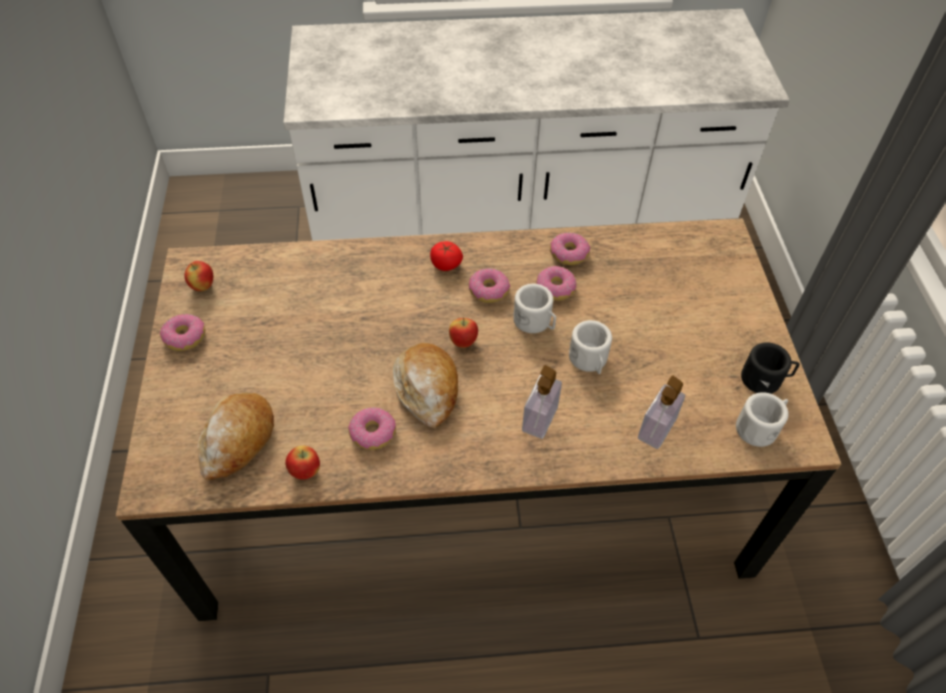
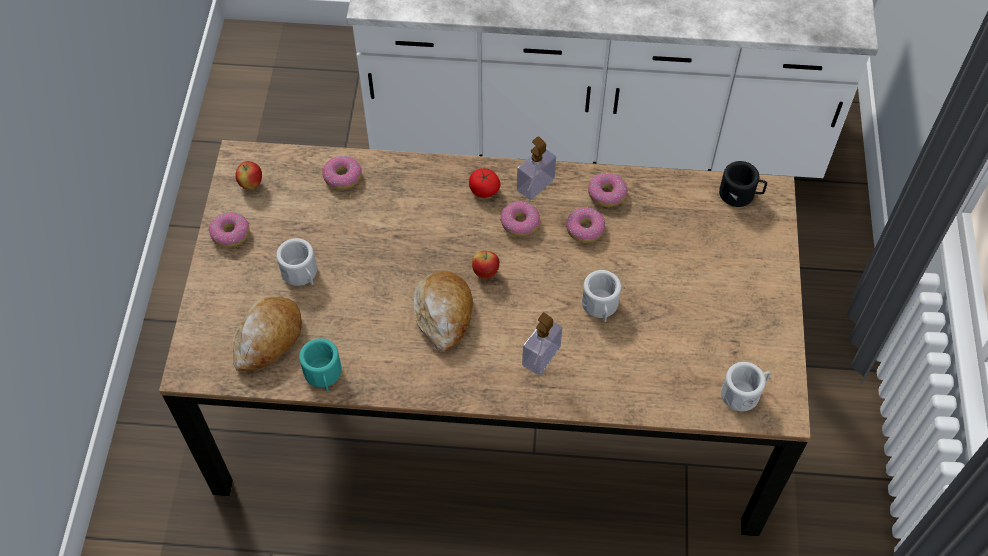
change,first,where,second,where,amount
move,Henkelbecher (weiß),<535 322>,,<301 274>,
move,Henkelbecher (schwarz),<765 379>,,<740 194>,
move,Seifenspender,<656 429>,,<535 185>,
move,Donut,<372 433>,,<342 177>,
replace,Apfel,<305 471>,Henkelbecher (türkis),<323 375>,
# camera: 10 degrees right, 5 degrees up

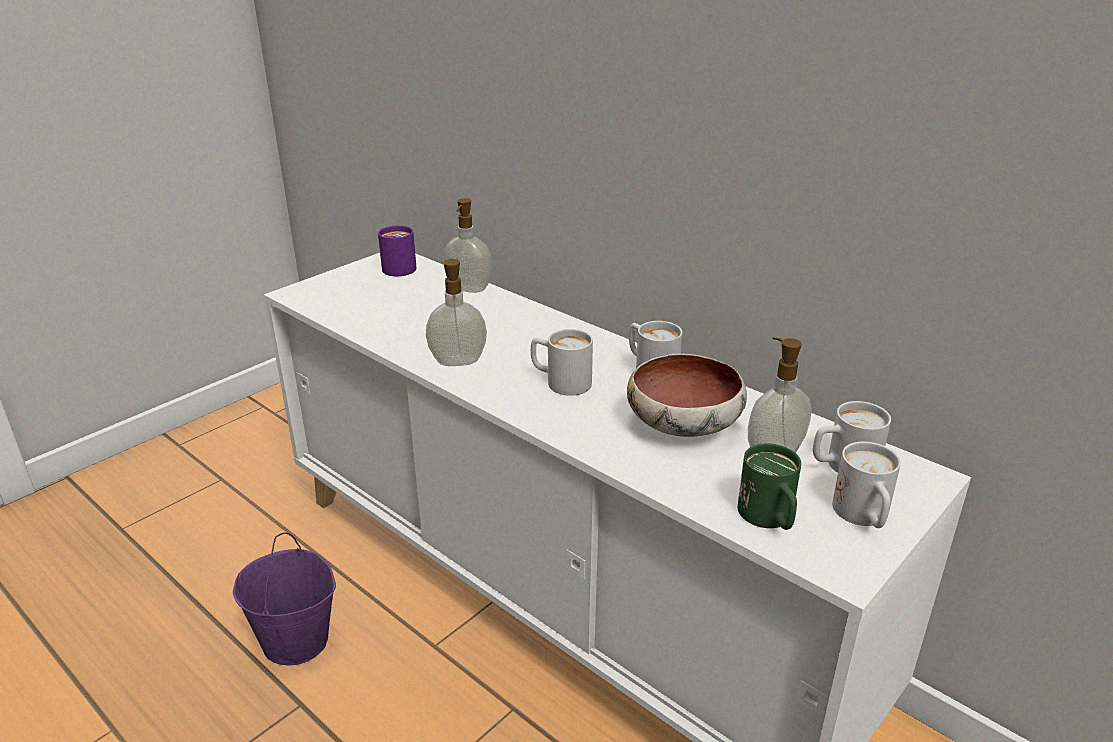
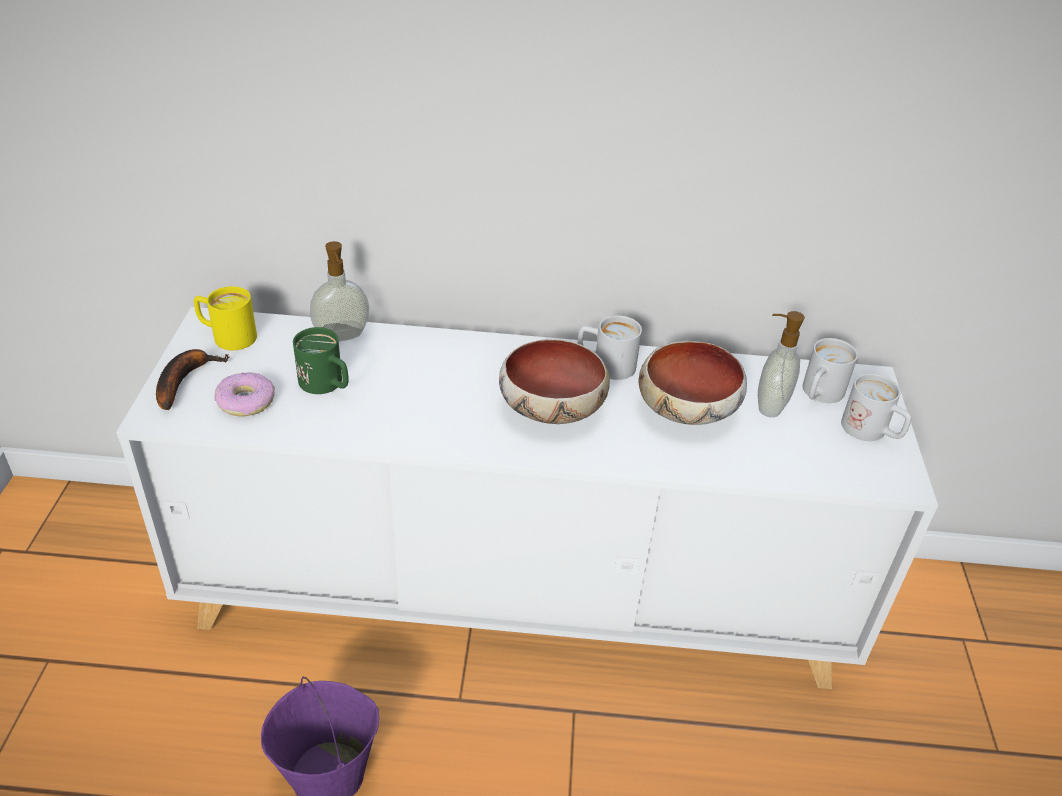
change,first,where,second,where,amount
recolor,Henkelbecher (lila),<395 267>,Henkelbecher (gelb),<227 336>,
delete,Seifenspender,<458 361>,,,
replace,Henkelbecher (weiß),<560 382>,Schüssel,<550 408>,
move,Henkelbecher (grün),<770 519>,,<327 385>,
insert,,,Banane,<184 380>,
insert,,,Donut,<246 402>,
# camera: 40 degrees left, 10 degrees up

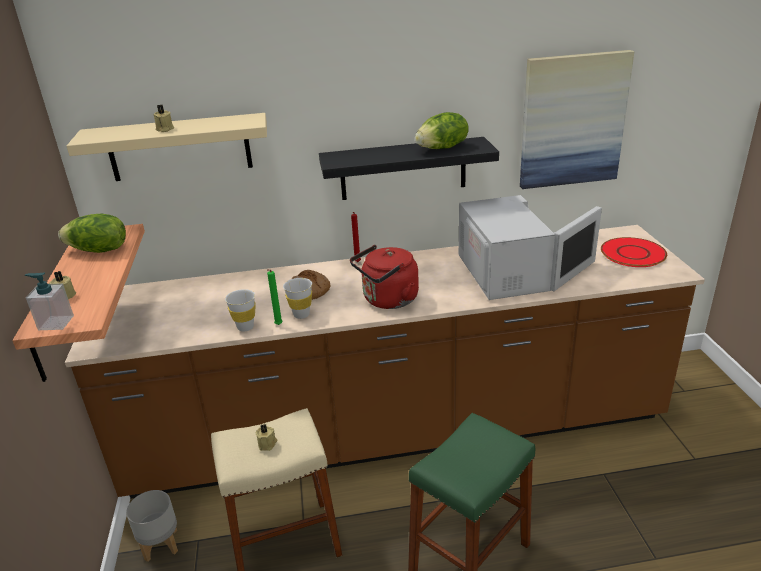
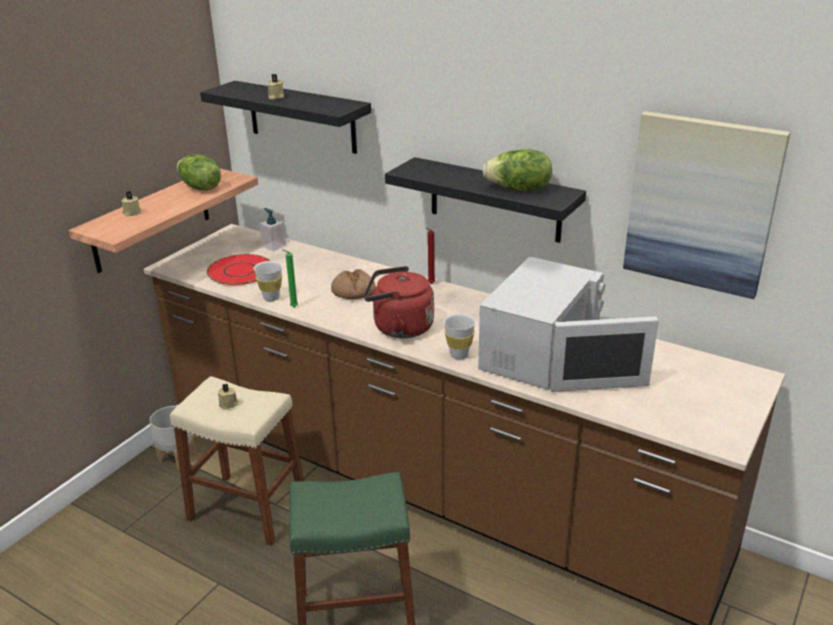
change,first,where,second,where,amount
recolor,Wandregal (beige),<179 147>,Wandregal (schwarz),<301 117>,
move,Teller (rot),<632 253>,,<240 271>,
move,Seifenspender,<56 323>,,<274 246>,
move,Tasse (weiß),<301 315>,,<459 355>,
# camera: 40 degrees right, 0 degrees up

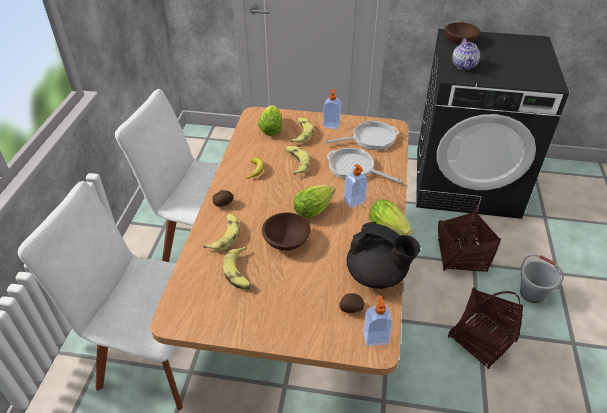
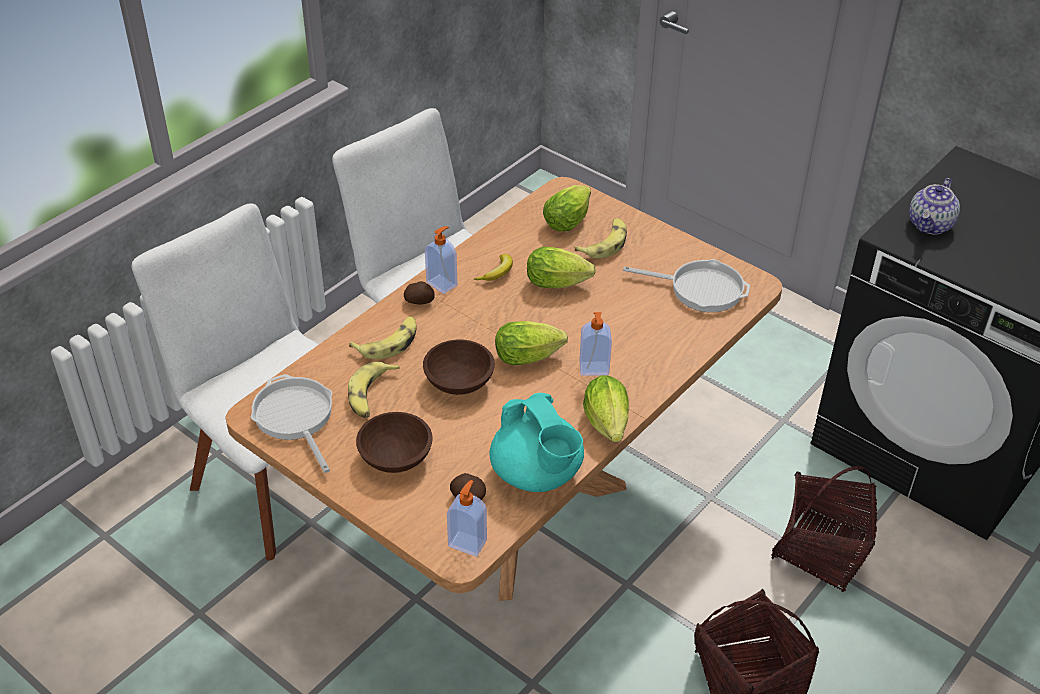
change,first,where,second,where,amount
move,Schüssel (braun),<460 41>,,<395 458>,
move,Seifenspender,<331 125>,,<442 283>,
replace,Banane,<296 163>,Salatkopf,<560 283>,
move,Pfanne,<354 168>,,<295 417>,
recolor,Teekanne (schwarz),<377 275>,Teekanne (türkis),<537 474>,
delete,Eimer (grau),<532 293>,,,
# camera: 30 degrees right, 0 degrees up

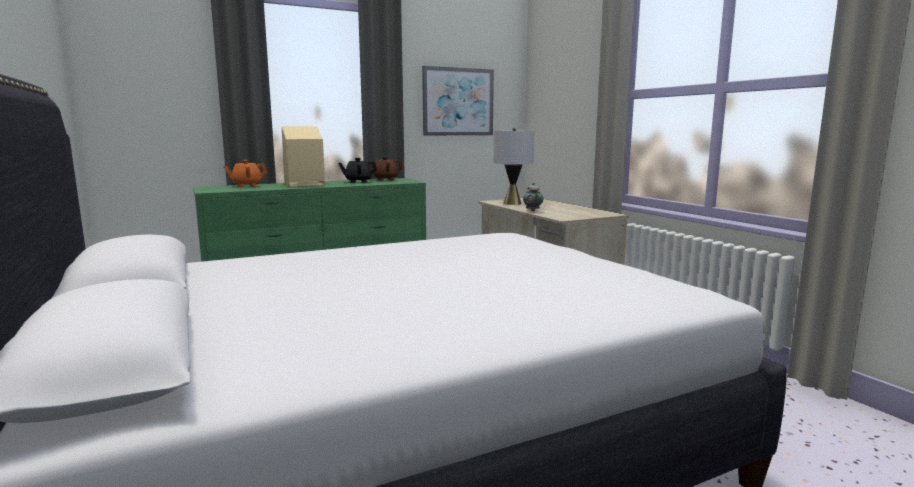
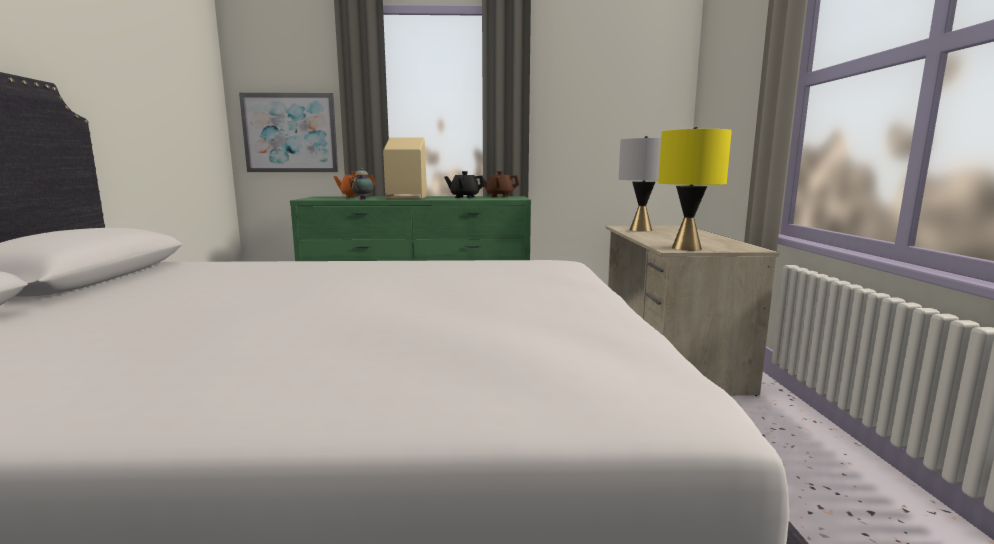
change,first,where,second,where,amount
move,Bild,<458 102>,,<290 133>,
move,Teekanne,<532 211>,,<363 199>,
insert,,,Tischlampe (gelb),<686 248>,
# camera: 25 degrees right, 0 degrees up

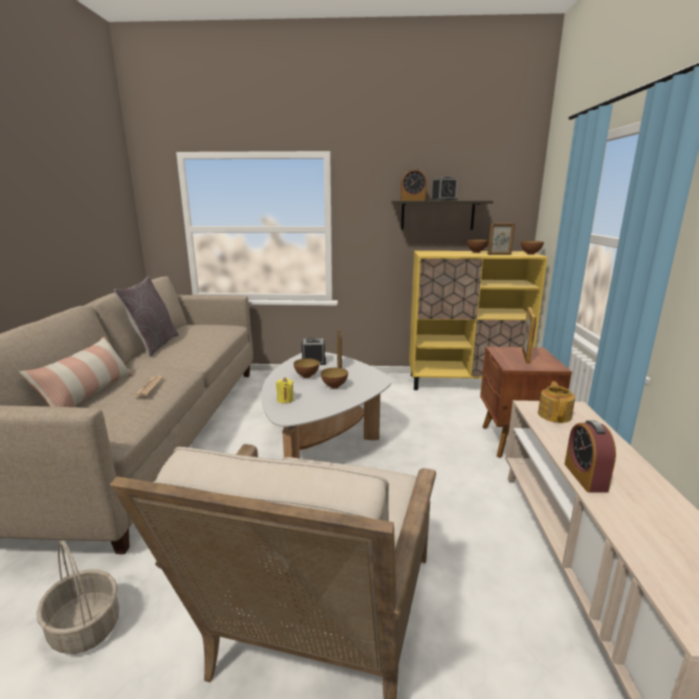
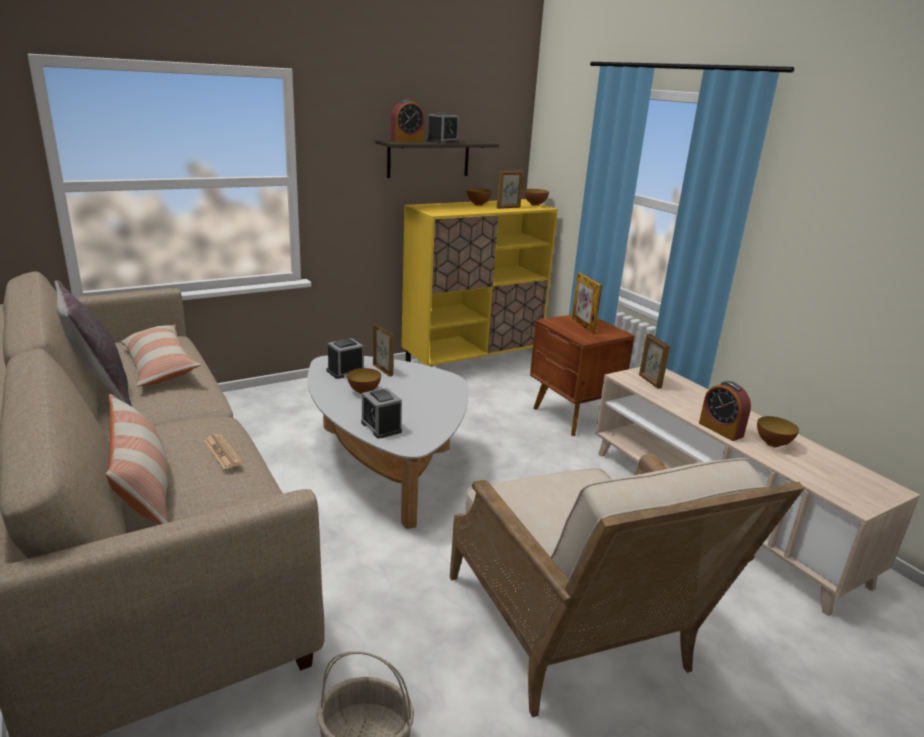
change,first,where,second,where,amount
move,Schüssel,<334 386>,,<772 444>,
replace,Kerze (gelb),<285 400>,Wecker,<381 427>,
replace,Teekanne,<554 415>,Bilderrahmen,<649 381>,
insert,,,Kissen,<160 366>,
# camera: 35 degrees left, 5 degrees up

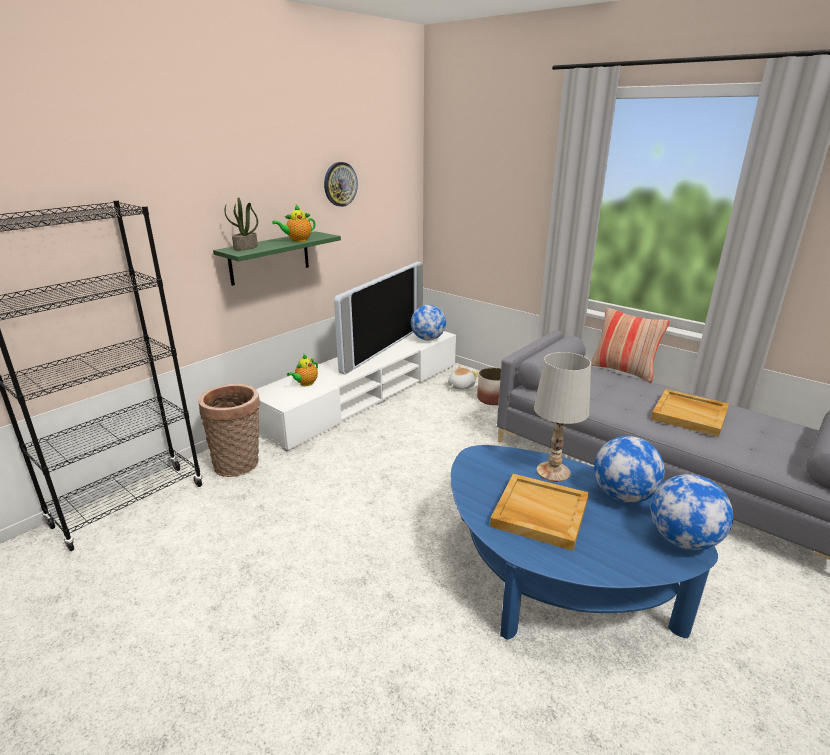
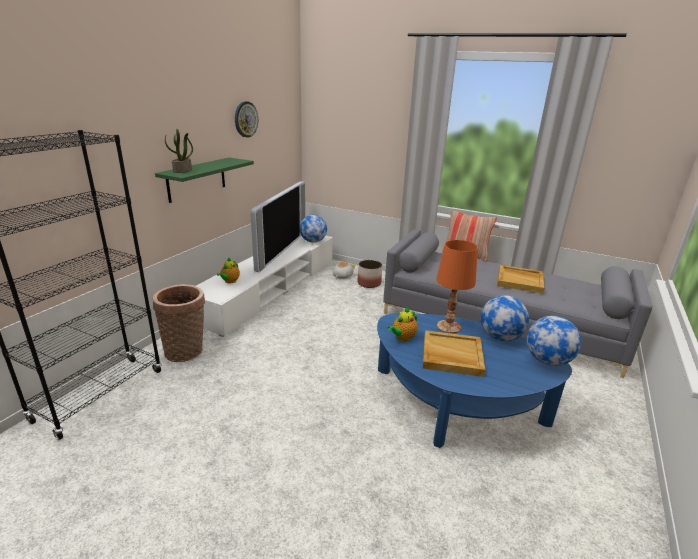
change,first,where,second,where,amount
move,Teekanne,<297 240>,,<402 337>,
recolor,Tischlampe (weiß),<553 472>,Tischlampe (orange),<449 327>,
# camera: 15 degrees left, 0 degrees up

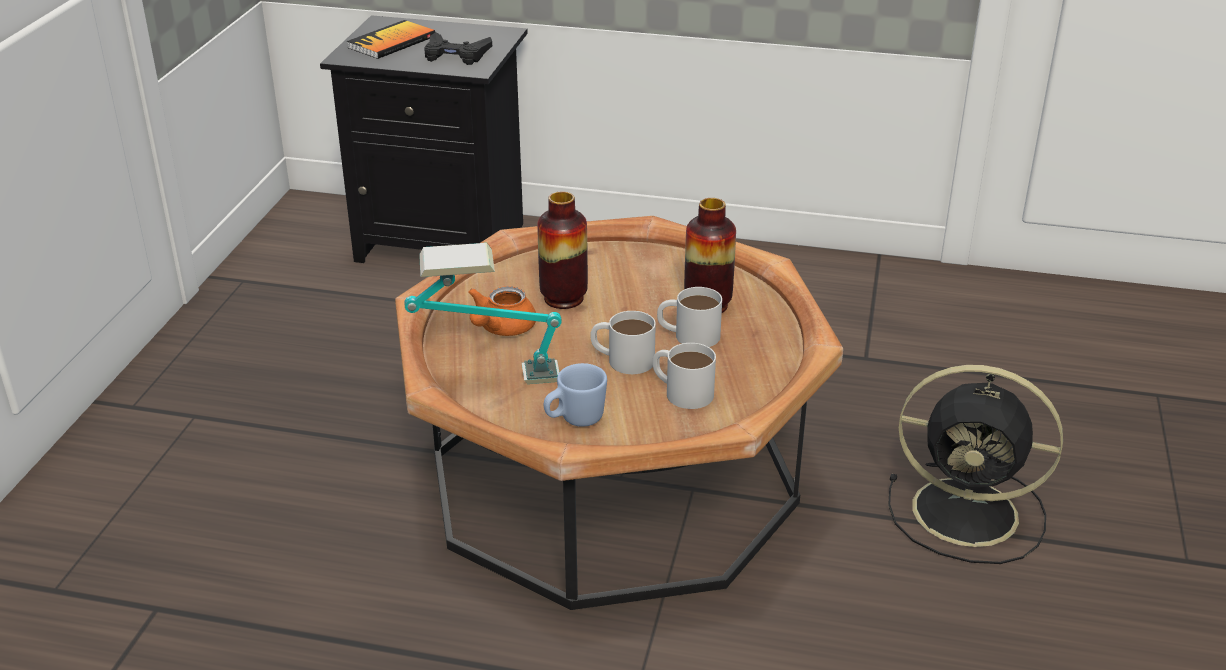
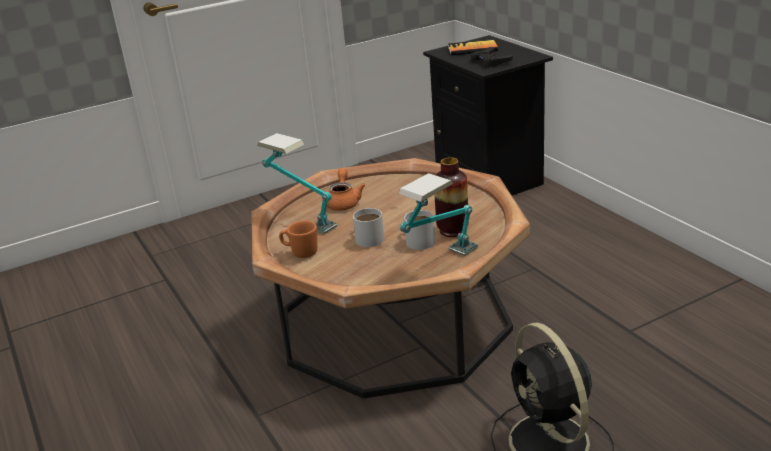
change,first,where,second,where,amount
delete,Vase,<563 298>,,,
rotate,Teekanne (orange),<501 328>,,<344 202>,105 degrees clockwise
delete,Henkelbecher (weiß),<681 391>,,,
recolor,Henkelbecher (blau),<575 420>,Henkelbecher (orange),<300 253>,
insert,,,Tischlampe,<441 263>,
# camera: 50 degrees right, 5 degrees down

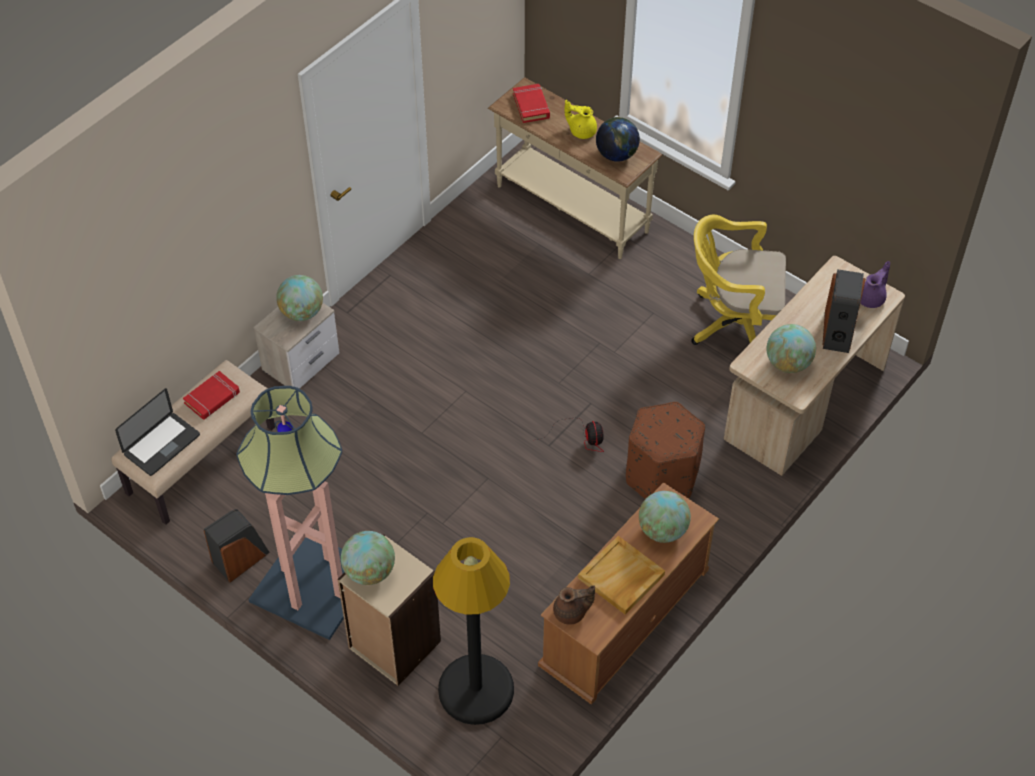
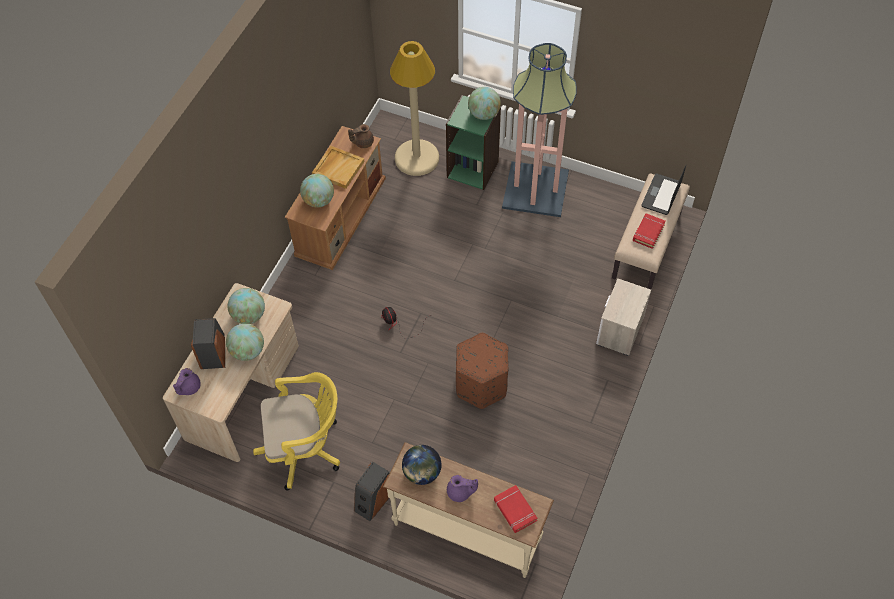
change,first,where,second,where,amount
recolor,Teekanne (gelb),<581 131>,Teekanne (lila),<460 492>,
move,Globus,<302 312>,,<248 351>,
move,Polsterhocker (braun),<661 476>,,<481 384>,
move,Lautsprecher,<240 558>,,<373 500>,
recolor,Bücherregal (beige),<393 645>,Bücherregal (grün),<473 169>,
recolor,Stehlampe (schwarz),<476 690>,Stehlampe (beige),<417 158>,
# camera: 165 degrees right, 5 degrees up

